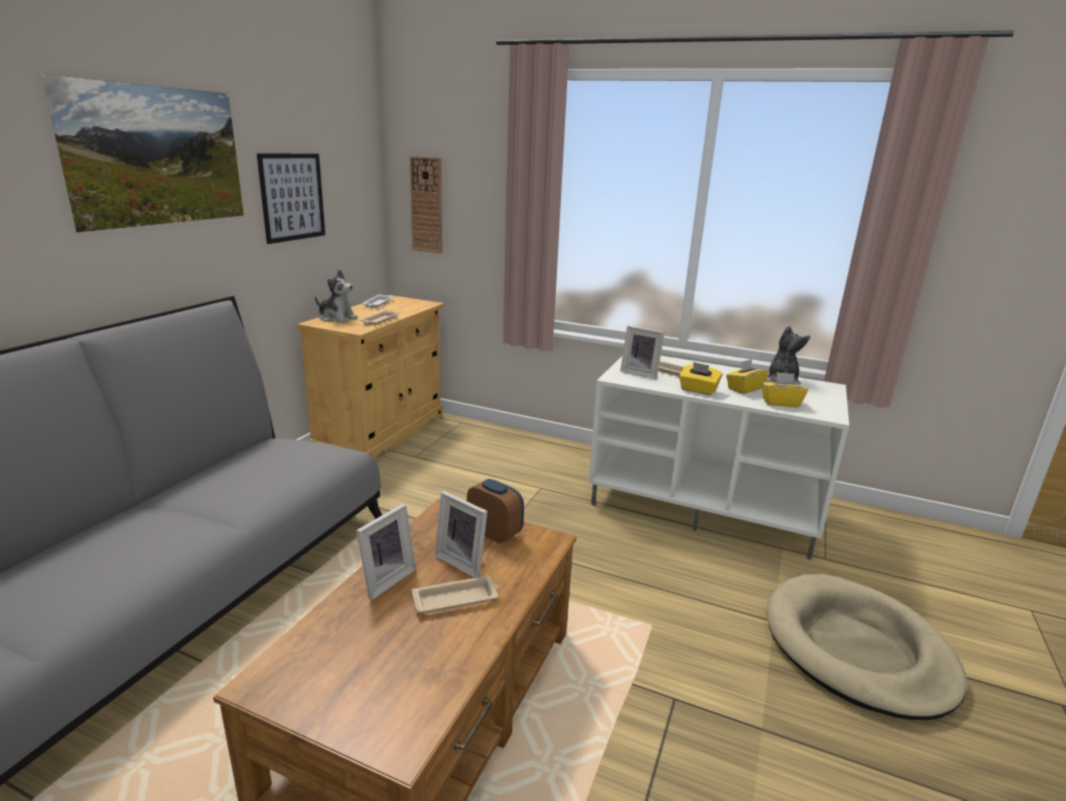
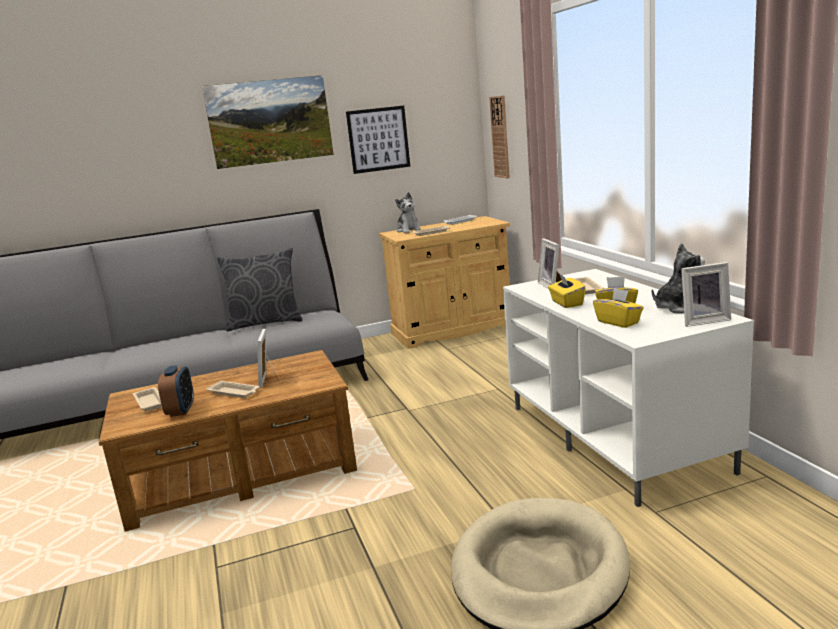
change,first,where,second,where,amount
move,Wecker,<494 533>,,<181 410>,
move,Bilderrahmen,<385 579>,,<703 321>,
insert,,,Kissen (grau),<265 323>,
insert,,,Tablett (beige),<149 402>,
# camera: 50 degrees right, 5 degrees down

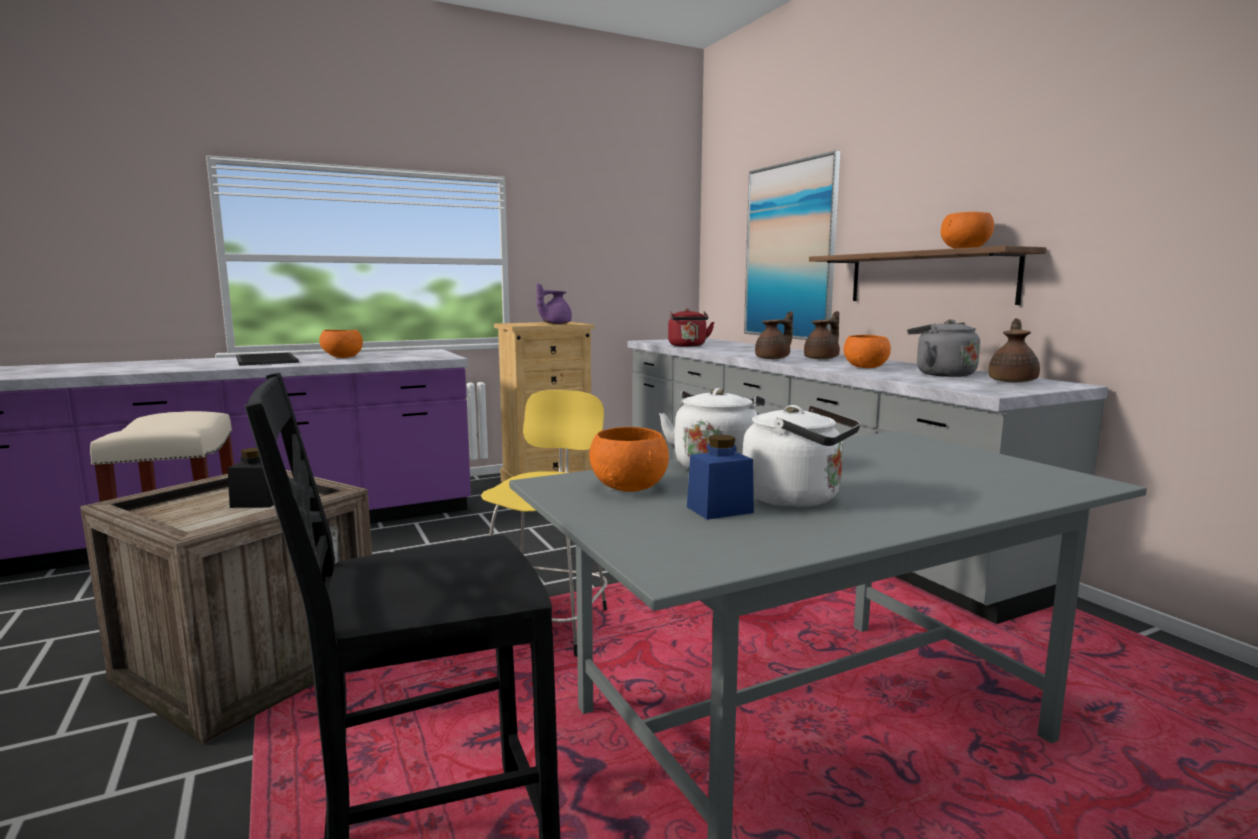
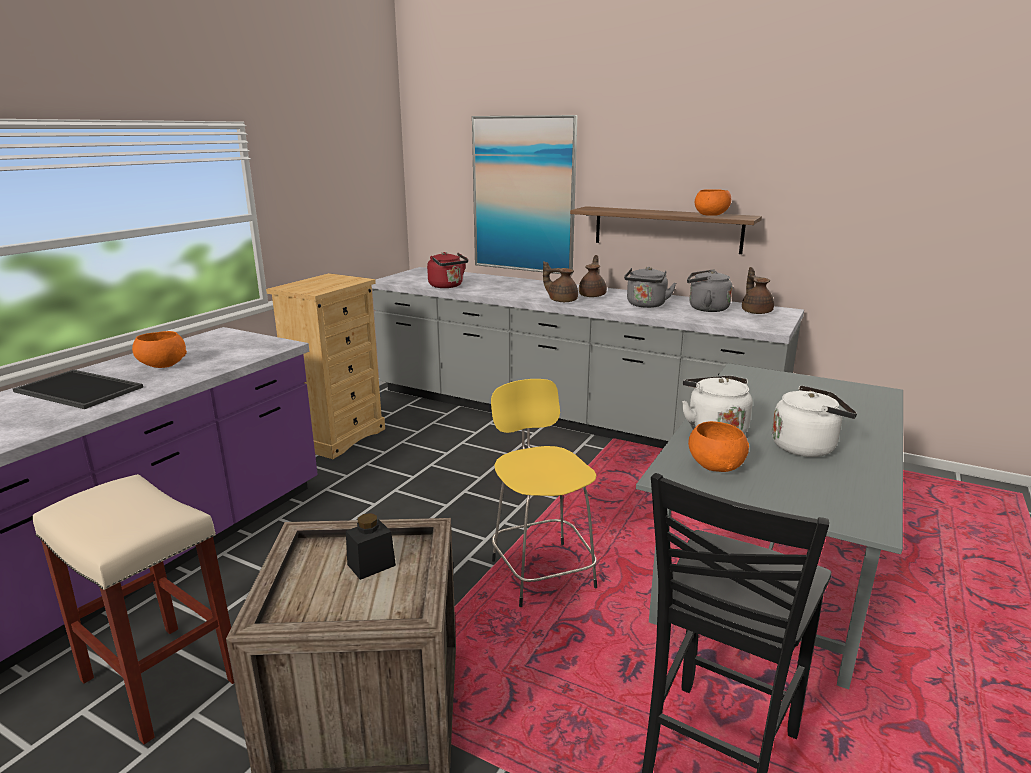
change,first,where,second,where,amount
delete,Teekanne (lila),<555 324>,,,
rotate,Teekanne (braun),<774 358>,,<561 300>,90 degrees counterclockwise
replace,Schüssel (orange),<865 367>,Wasserkessel (grau),<646 305>,
delete,Vorratsglas (blau),<719 510>,,,
# camera: 35 degrees left, 10 degrees up

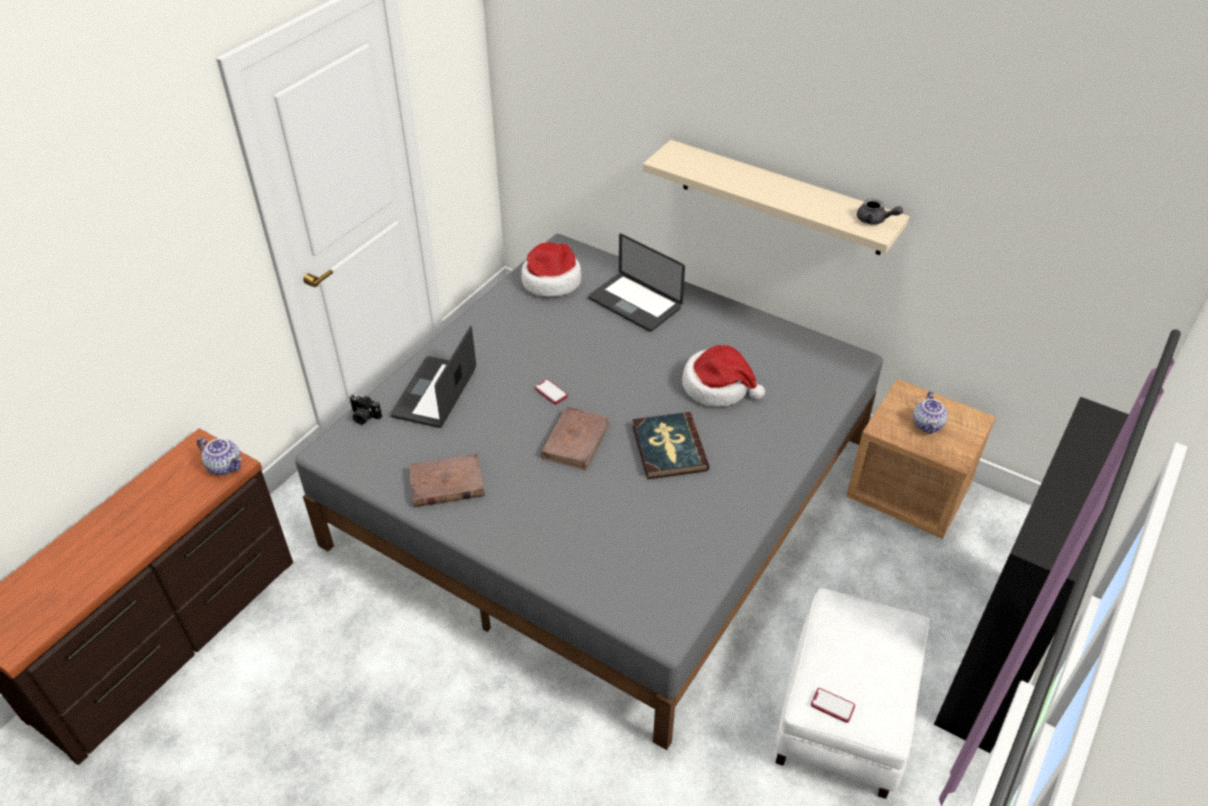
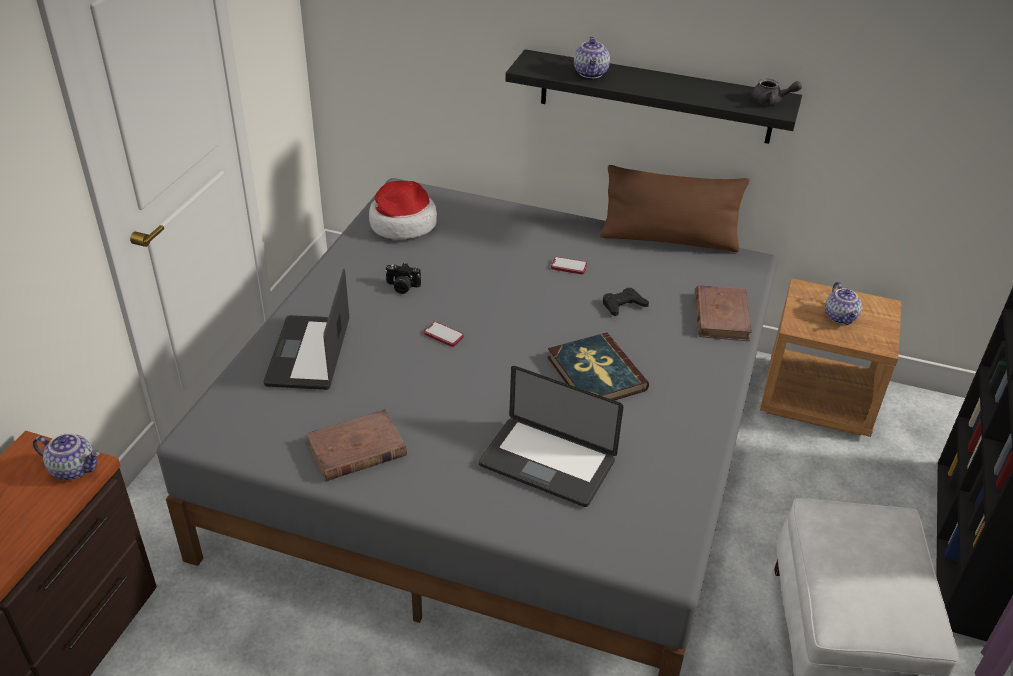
change,first,where,second,where,amount
recolor,Wandregal (beige),<781 198>,Wandregal (schwarz),<655 97>,
move,Laptop,<634 303>,,<547 463>,
replace,Hut,<718 387>,Gamepad (schwarz),<623 305>,
move,Kamera,<364 417>,,<402 287>,
move,Buch (braun),<575 440>,,<721 316>,
move,Handy,<832 706>,,<568 266>,
insert,,,Teekanne,<591 73>,
insert,,,Kissen (braun),<668 239>,
# camera: 15 degrees left, 5 degrees down

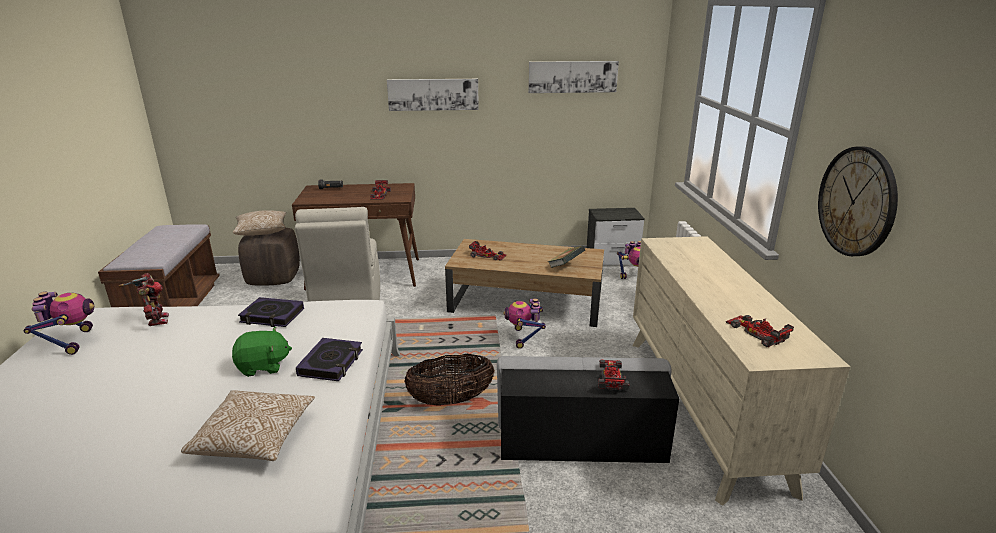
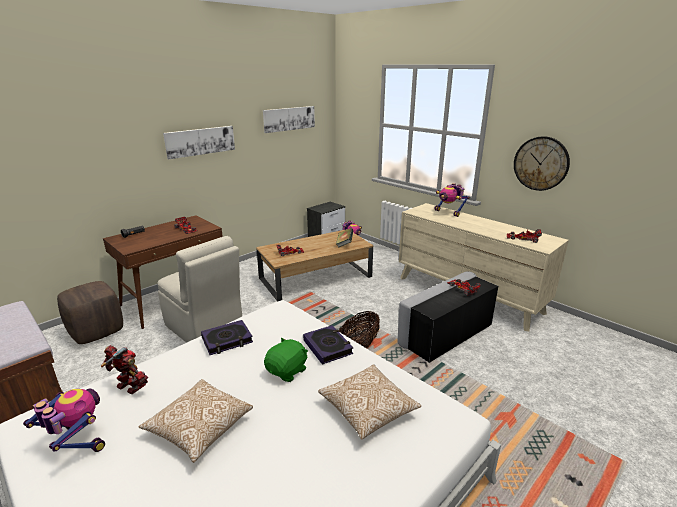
change,first,where,second,where,amount
move,Kissen,<262 231>,,<200 428>,
move,Spielzeugroboter,<524 338>,,<449 212>,
# camera: 40 degrees left, 0 degrees up

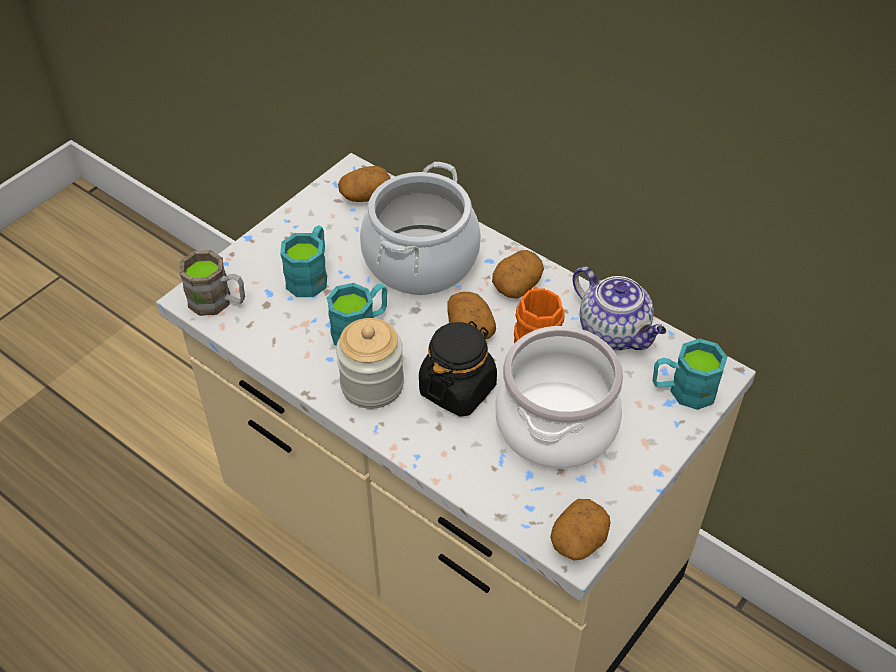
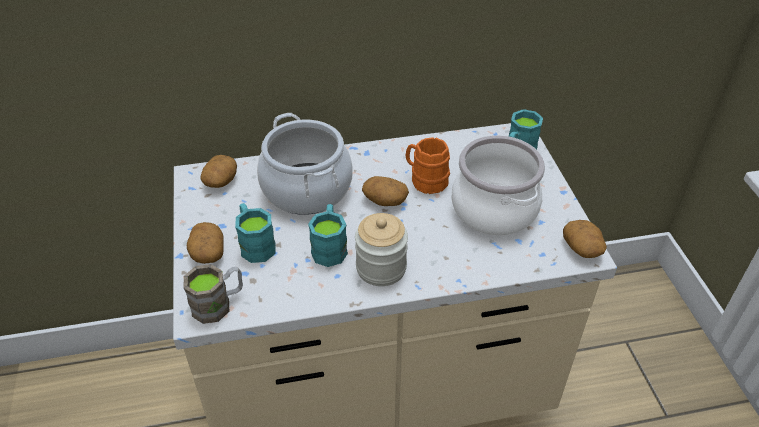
change,first,where,second,where,amount
move,Kartoffel,<517 284>,,<207 252>,
delete,Teekanne,<615 333>,,,
delete,Vorratsglas (schwarz),<457 389>,,,
# camera: 50 degrees left, 5 degrees down

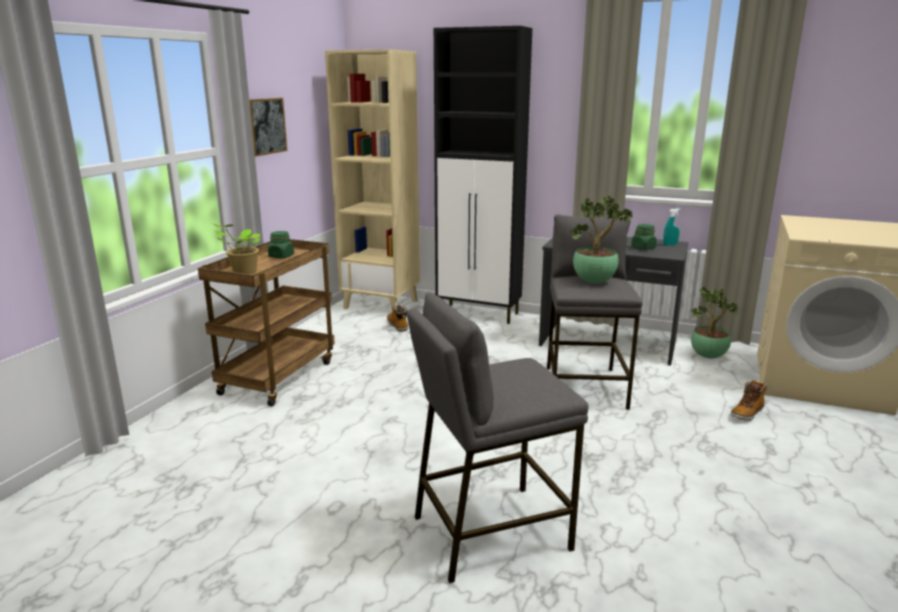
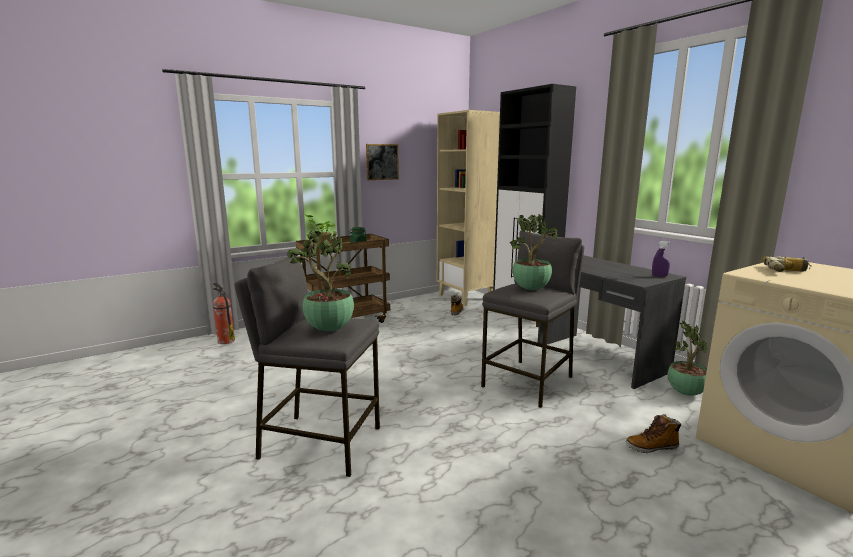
change,first,where,second,where,amount
recolor,Sprühflasche (türkis),<670 245>,Sprühflasche (lila),<659 276>,
delete,Vorratsglas (grün),<643 248>,,,
insert,,,Topfpflanze,<328 330>,
insert,,,Bohrmaschine,<787 270>,
insert,,,Feuerlöscher,<225 341>,
# camera: 35 degrees right, 5 degrees down

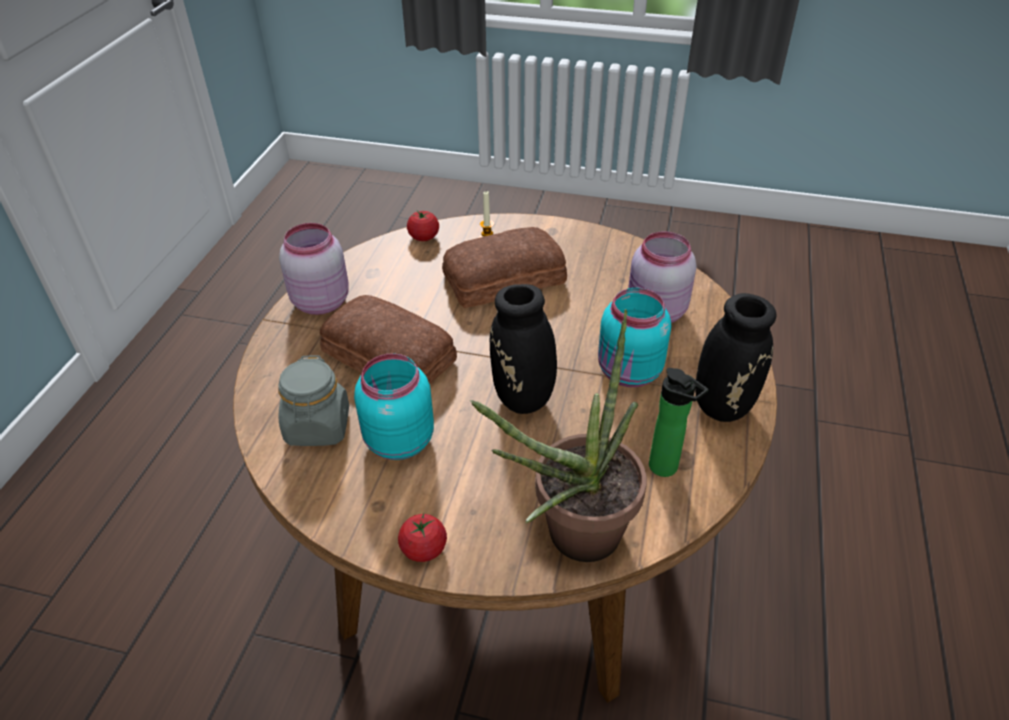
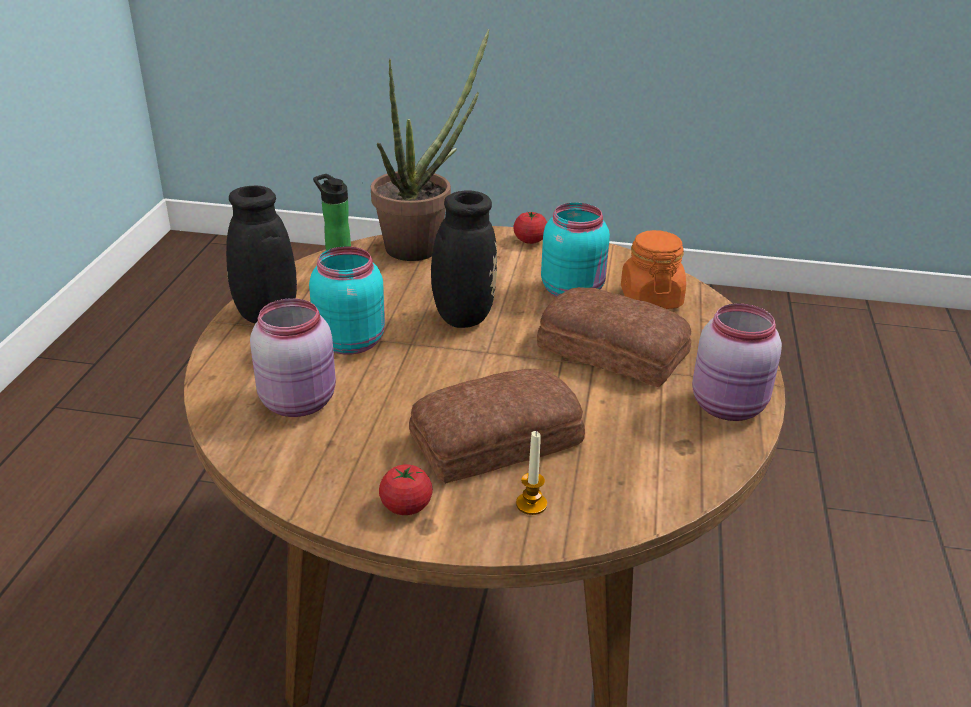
change,first,where,second,where,amount
move,Tomate,<424 237>,,<406 506>,
recolor,Vorratsglas (grau),<318 427>,Vorratsglas (orange),<650 298>,
# camera: 175 degrees right, 10 degrees down

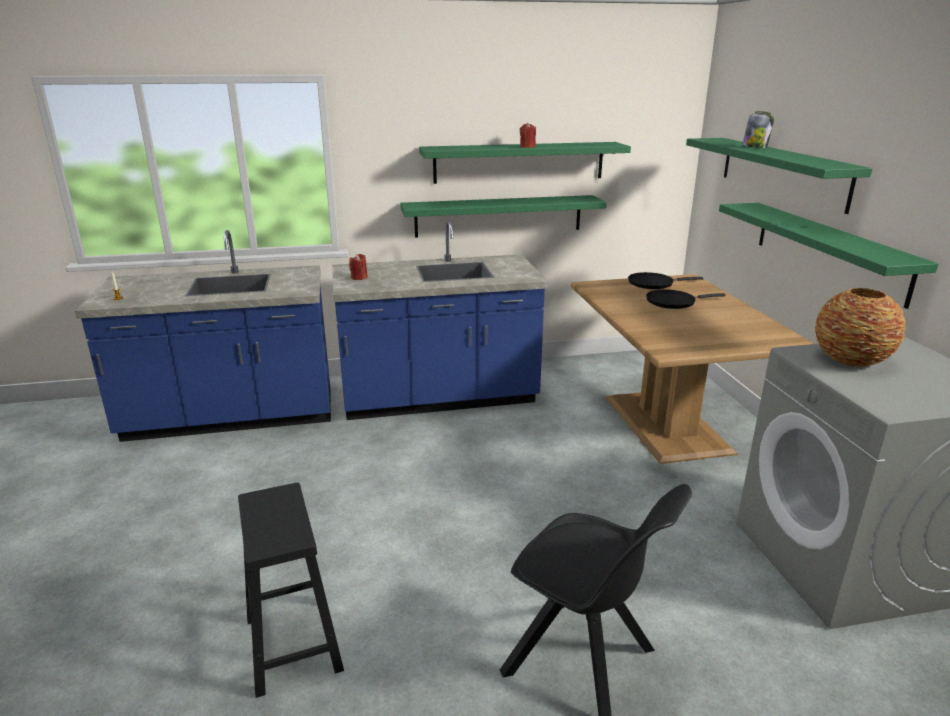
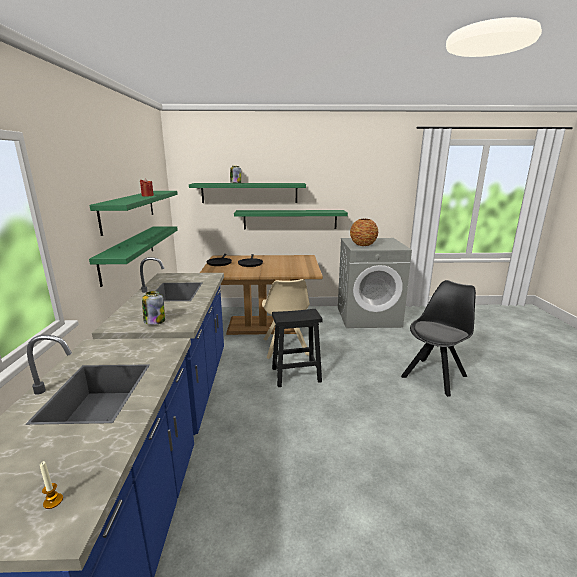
change,first,where,second,where,amount
replace,Kerze (rot),<359 277>,Vorratsglas,<154 321>,
move,Hocker (schwarz),<292 642>,,<295 375>,
insert,,,Stuhl (beige),<285 348>,
# camera: 80 degrees left, 5 degrees down

